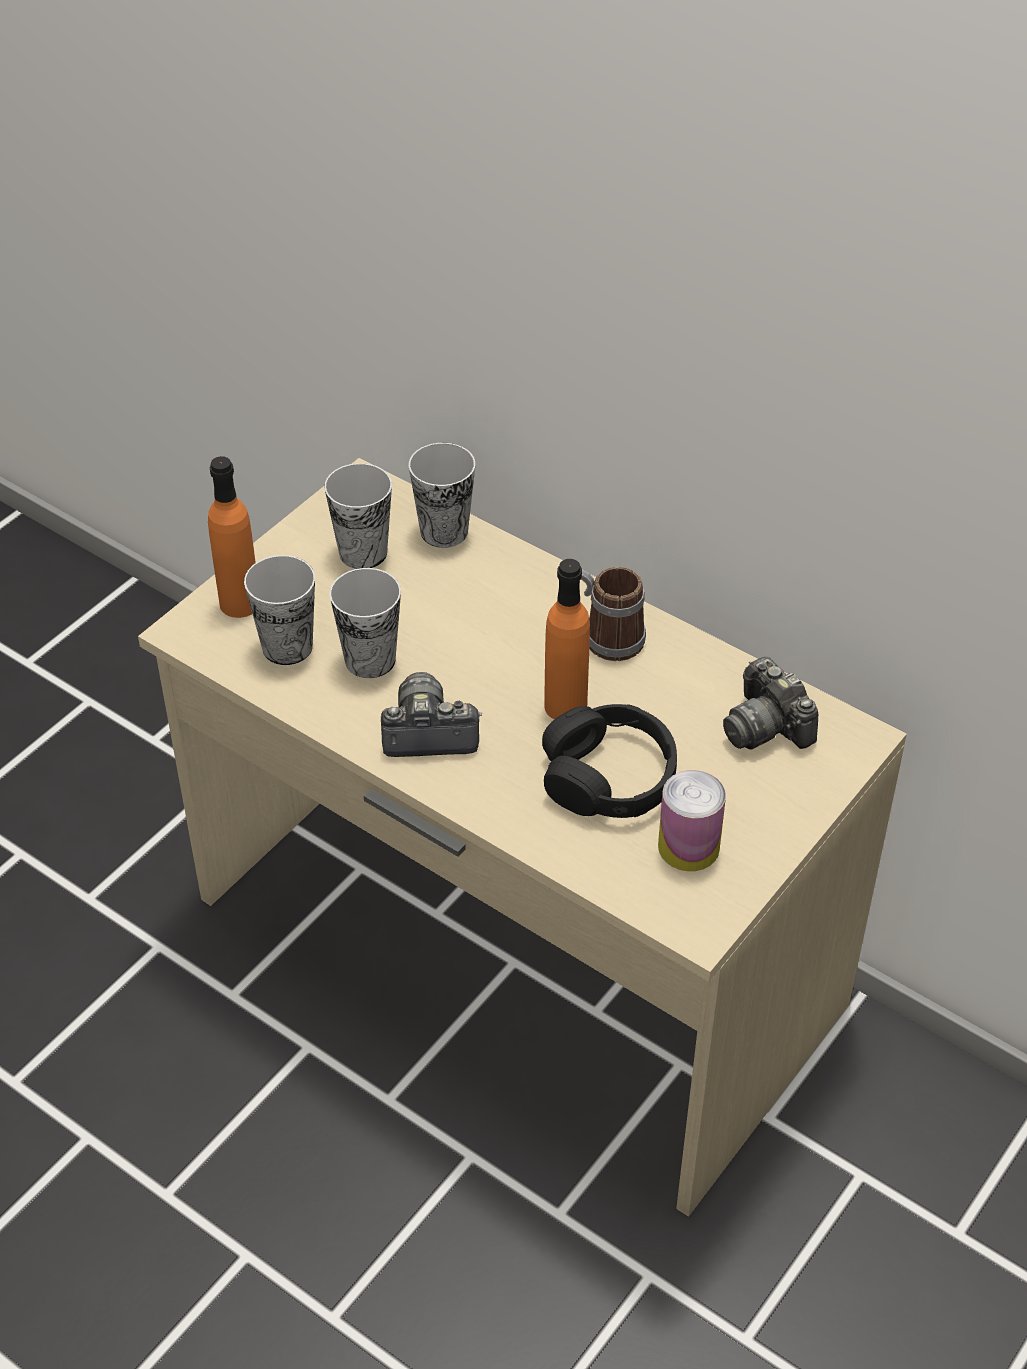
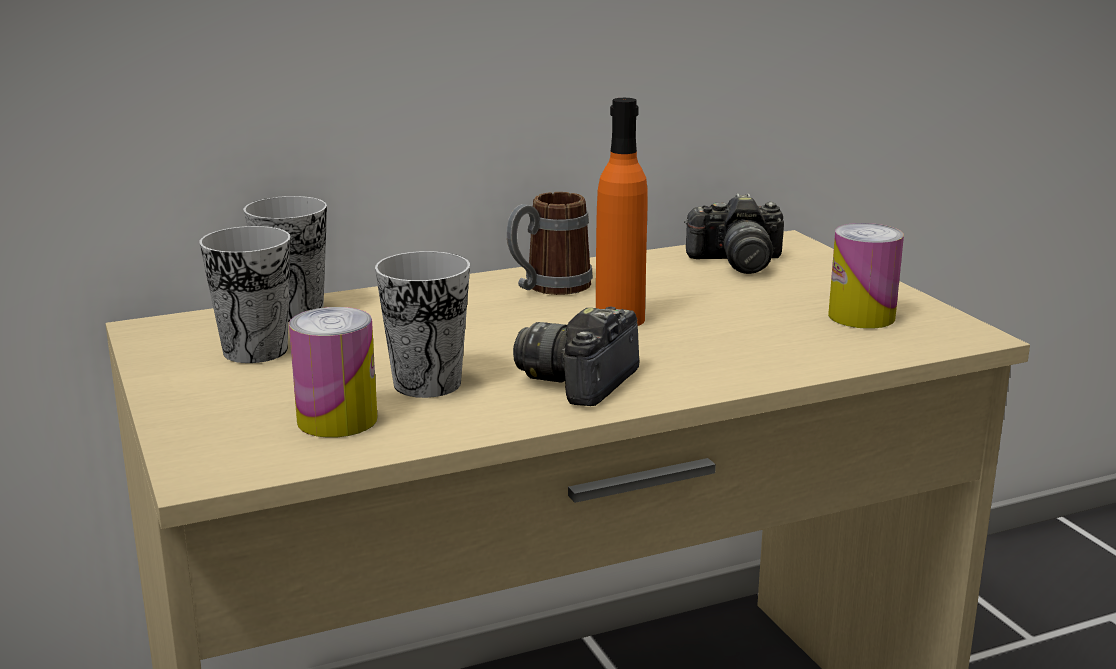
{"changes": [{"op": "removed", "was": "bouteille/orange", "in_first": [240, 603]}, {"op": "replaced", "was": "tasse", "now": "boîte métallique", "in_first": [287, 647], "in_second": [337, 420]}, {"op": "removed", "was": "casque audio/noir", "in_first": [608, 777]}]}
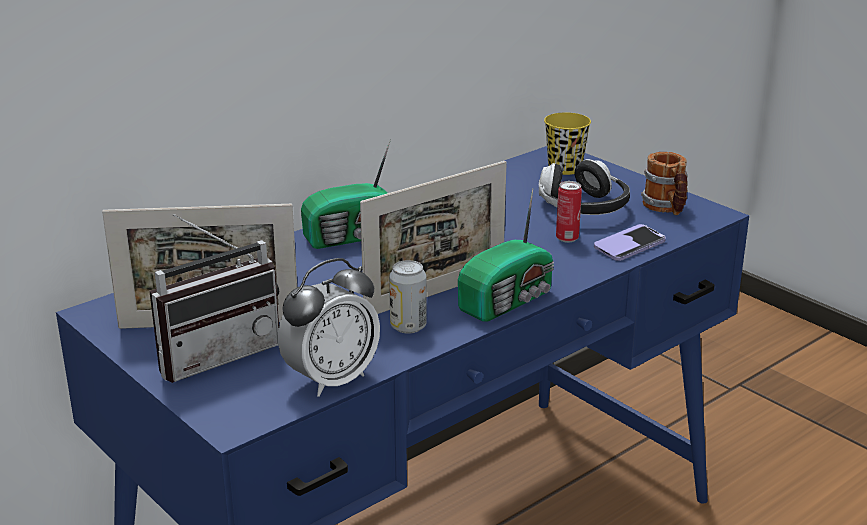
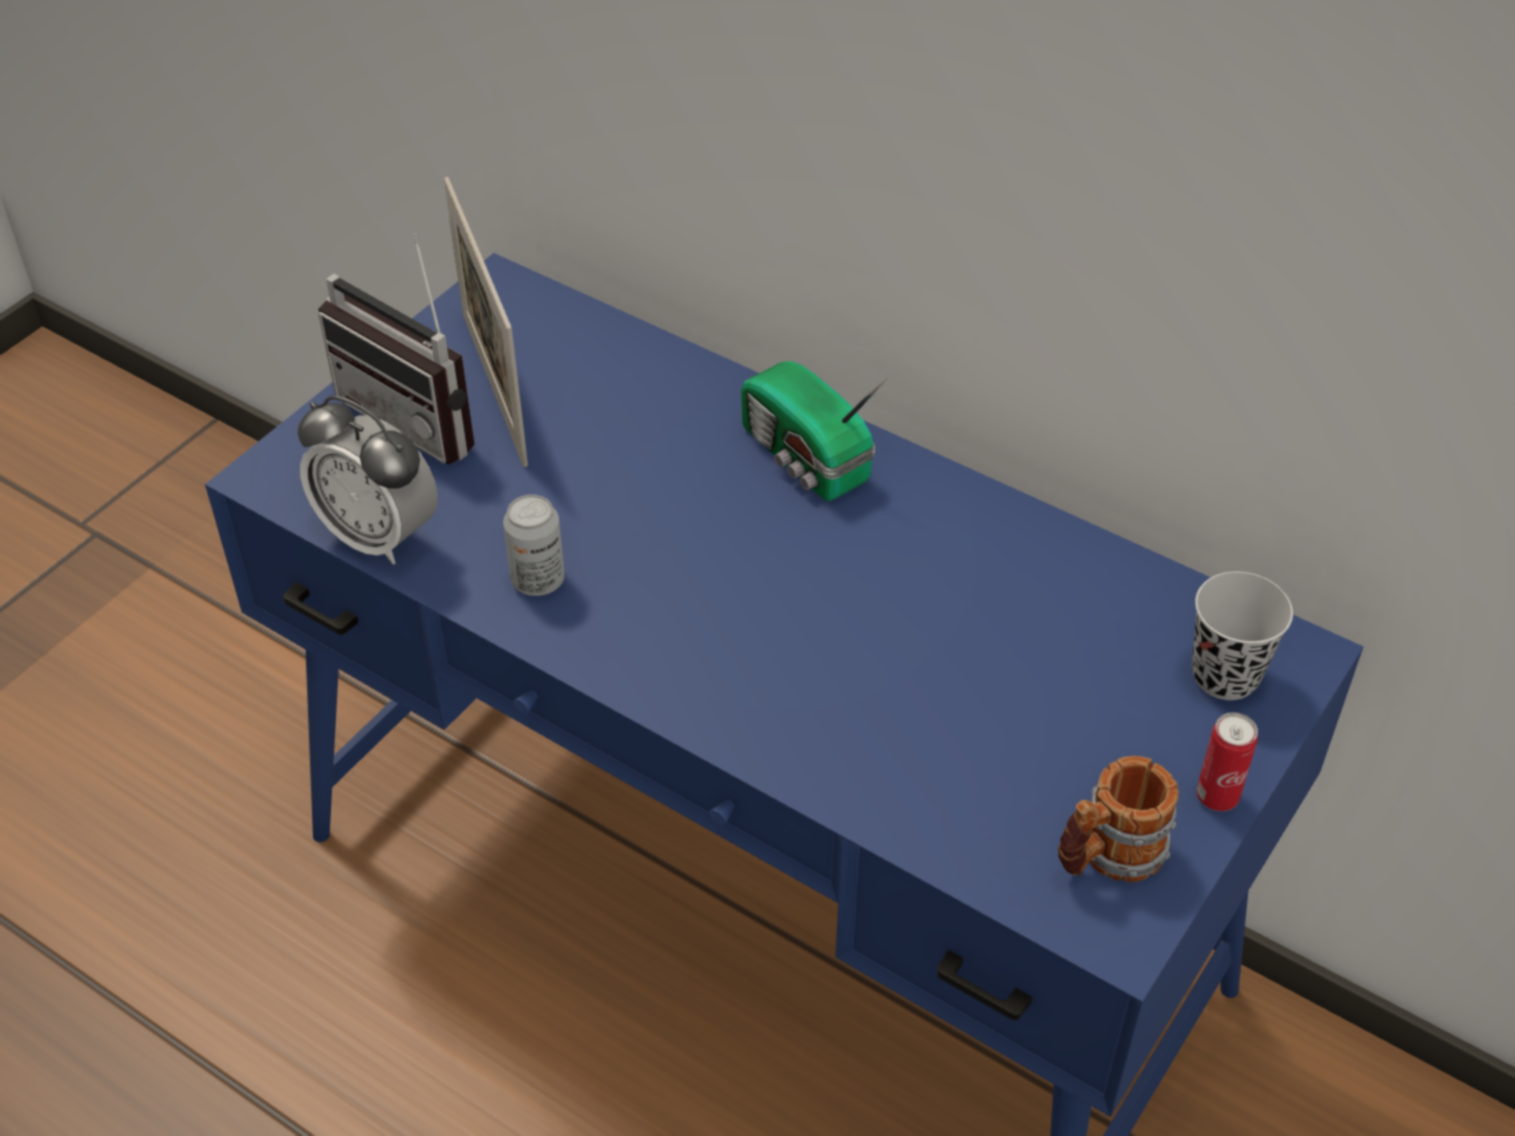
{"changes": [{"op": "removed", "was": "cadre photo", "in_first": [436, 293]}, {"op": "removed", "was": "radio", "in_first": [509, 301]}, {"op": "removed", "was": "casque audio", "in_first": [582, 208]}, {"op": "recoloured", "was": "tasse/jaune", "now": "tasse/noir", "in_first": [565, 168], "in_second": [1225, 675]}, {"op": "moved", "was": "boîte métallique", "in_first": [567, 238], "in_second": [1217, 797]}, {"op": "removed", "was": "téléphone", "in_first": [629, 245]}]}
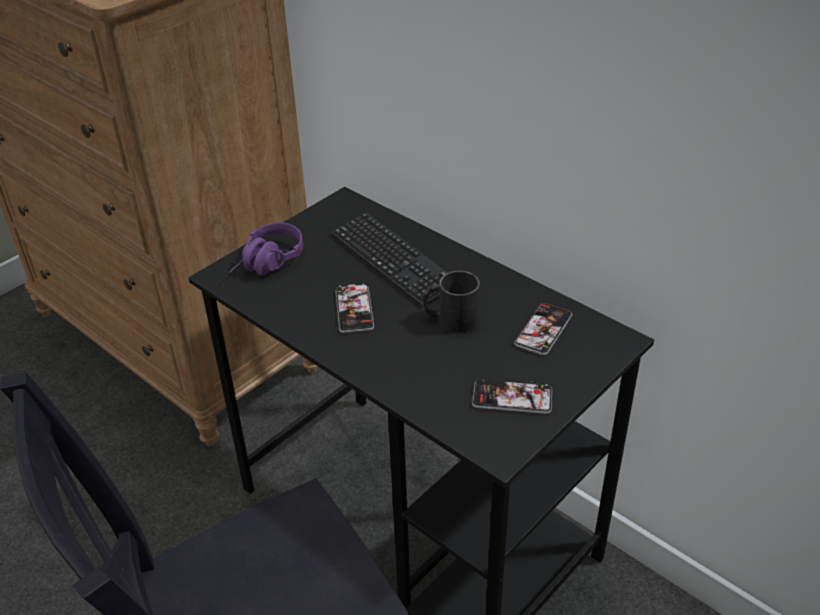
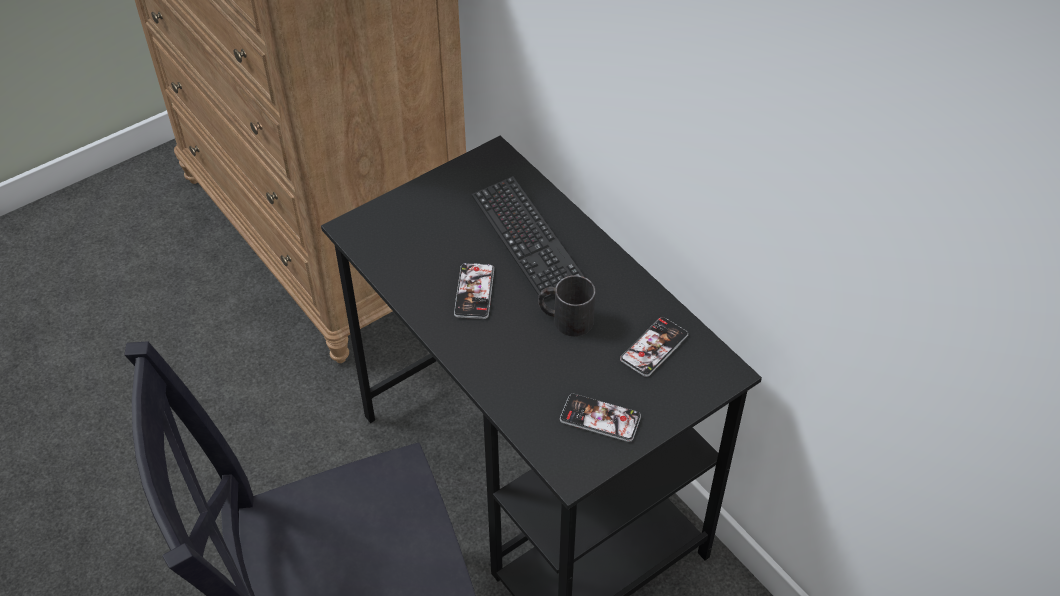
{"changes": [{"op": "removed", "was": "casque audio/violet", "in_first": [267, 264]}]}
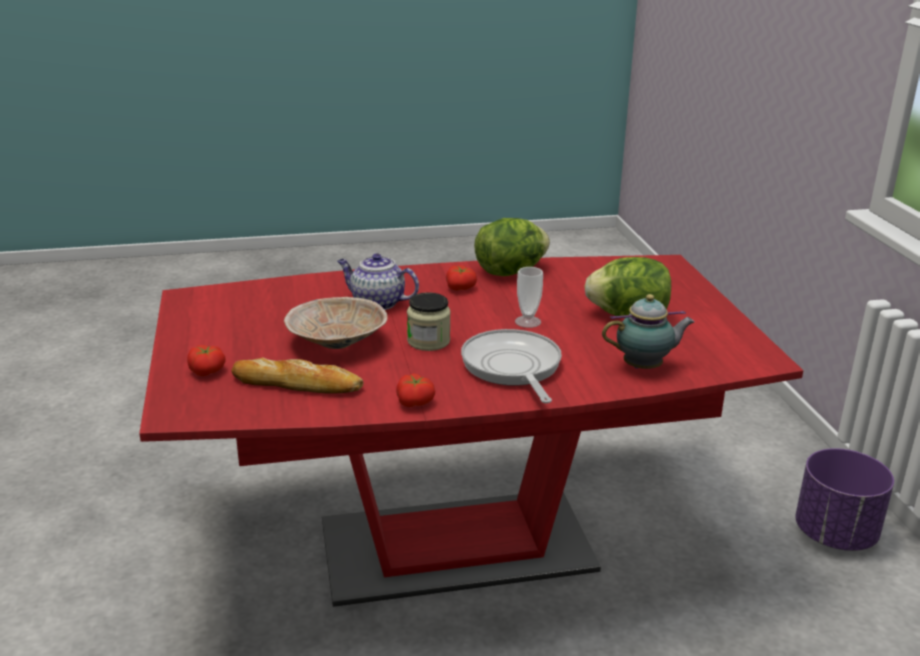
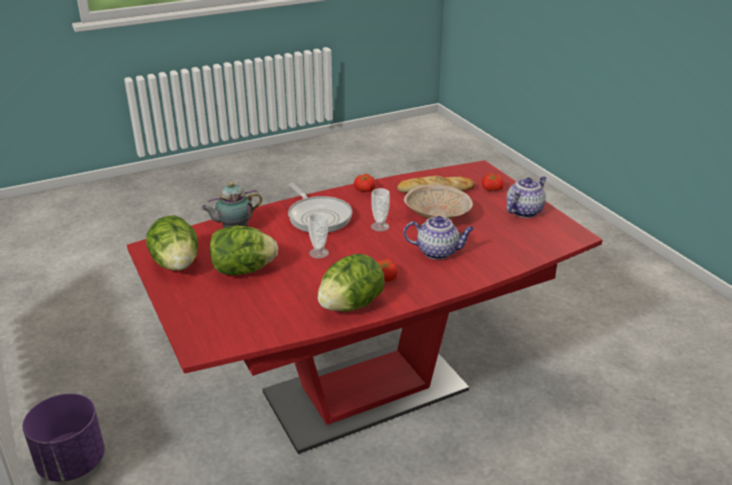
{"changes": [{"op": "replaced", "was": "bocal", "now": "tasse", "in_first": [428, 341], "in_second": [380, 226]}, {"op": "added", "now": "laitue", "in_second": [176, 264]}, {"op": "added", "now": "théière", "in_second": [524, 211]}]}
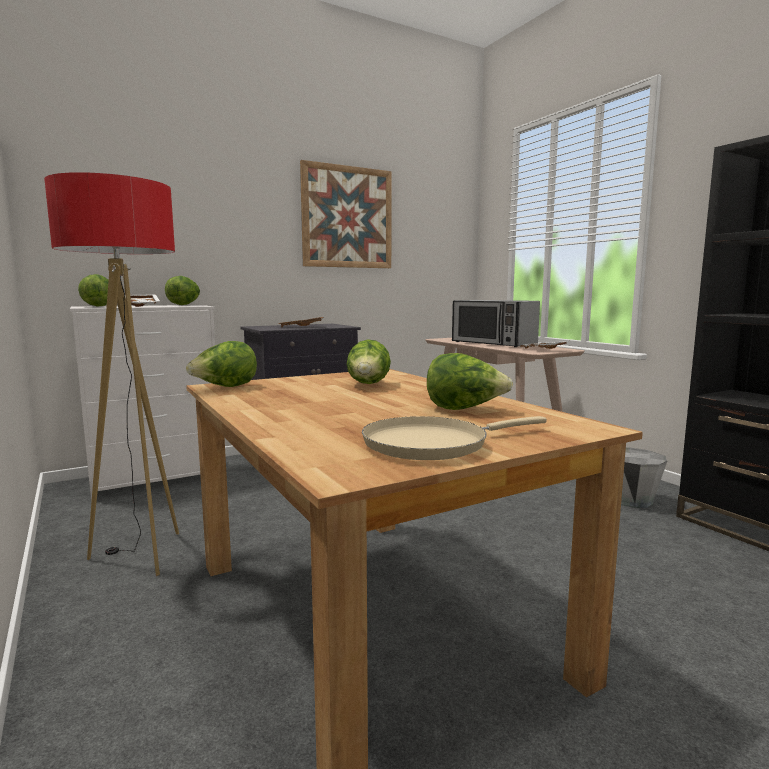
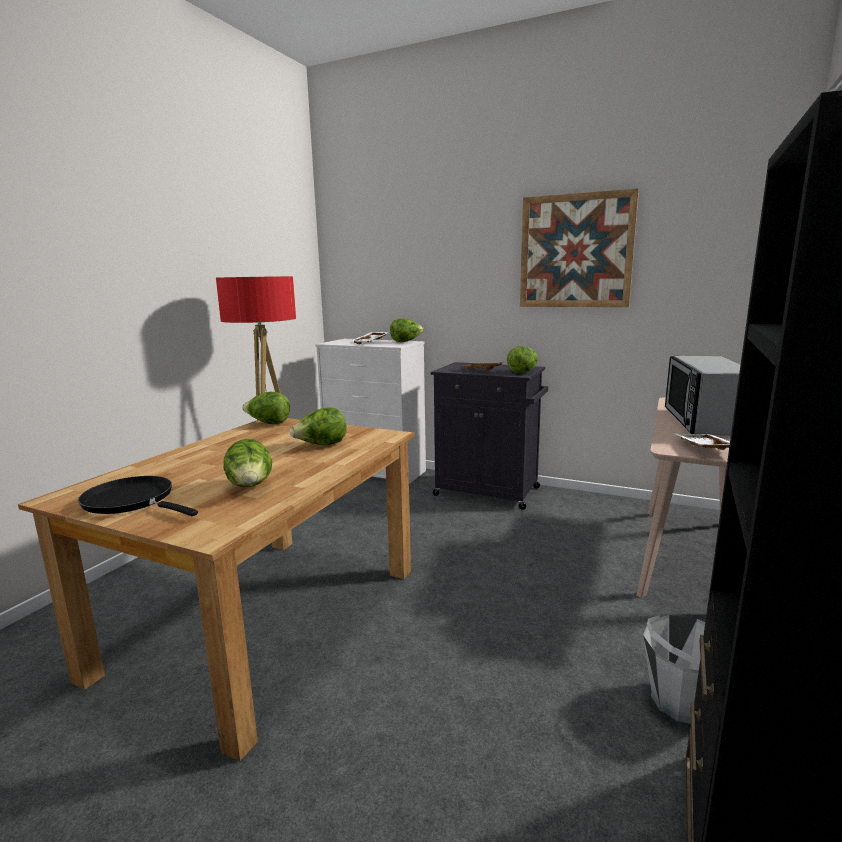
{"changes": [{"op": "moved", "was": "laitue", "in_first": [99, 306], "in_second": [523, 372]}, {"op": "recoloured", "was": "poêle/beige", "now": "poêle/noir", "in_first": [433, 444], "in_second": [133, 501]}]}
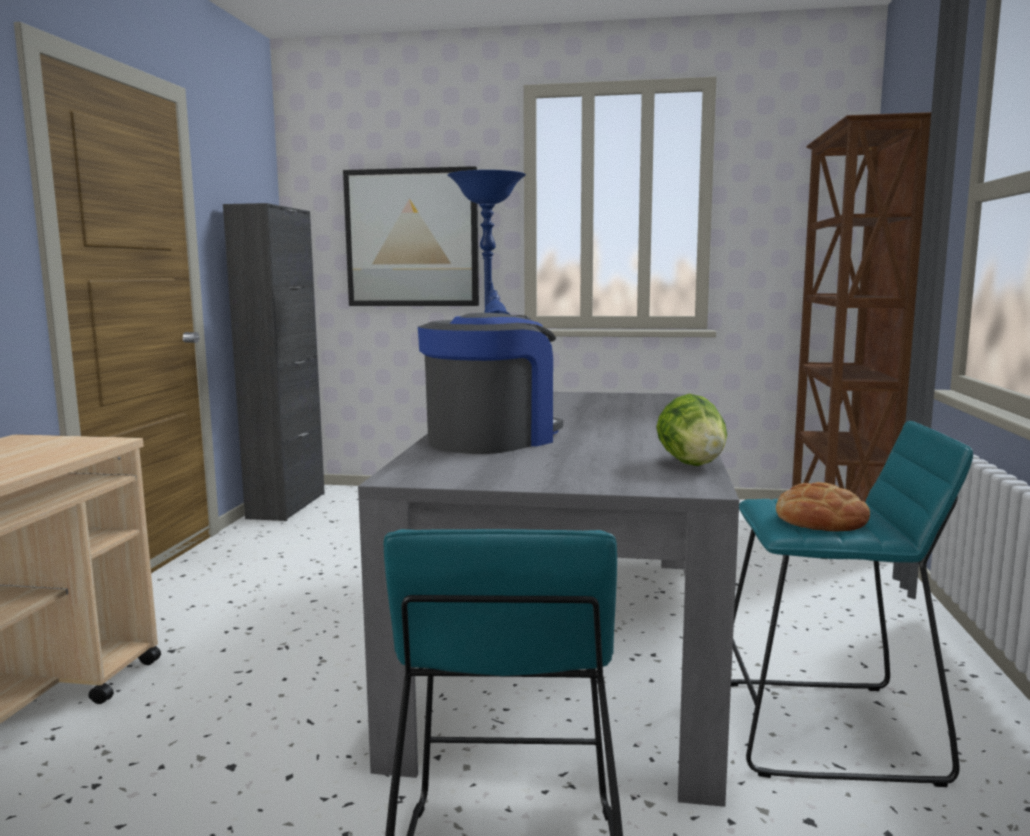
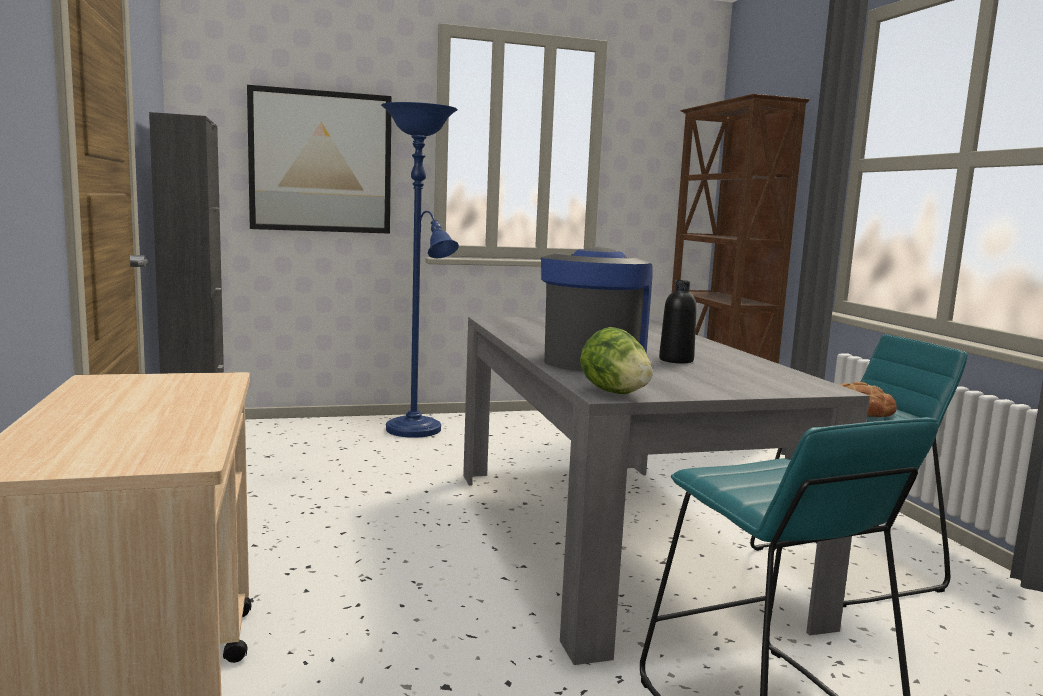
{"changes": [{"op": "moved", "was": "laitue", "in_first": [692, 464], "in_second": [614, 392]}, {"op": "added", "now": "bouteille/noir", "in_second": [676, 360]}]}
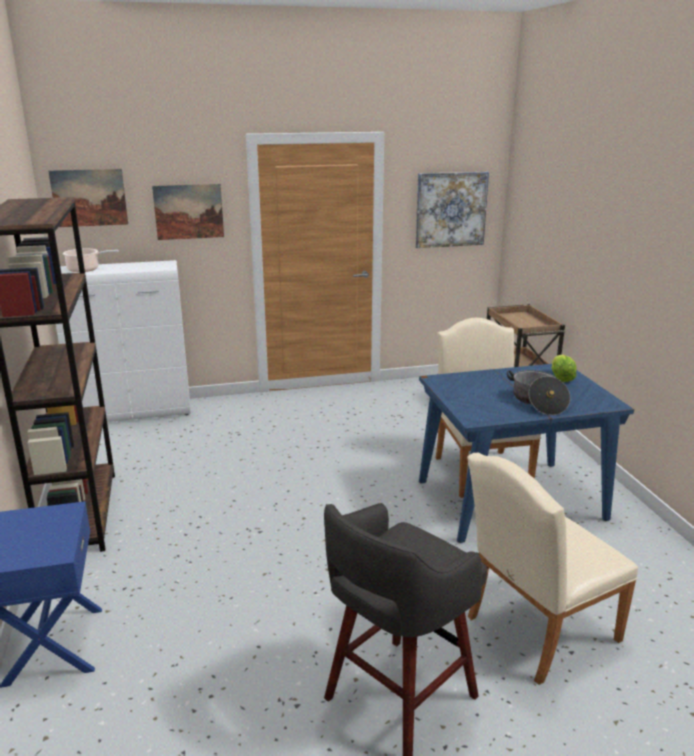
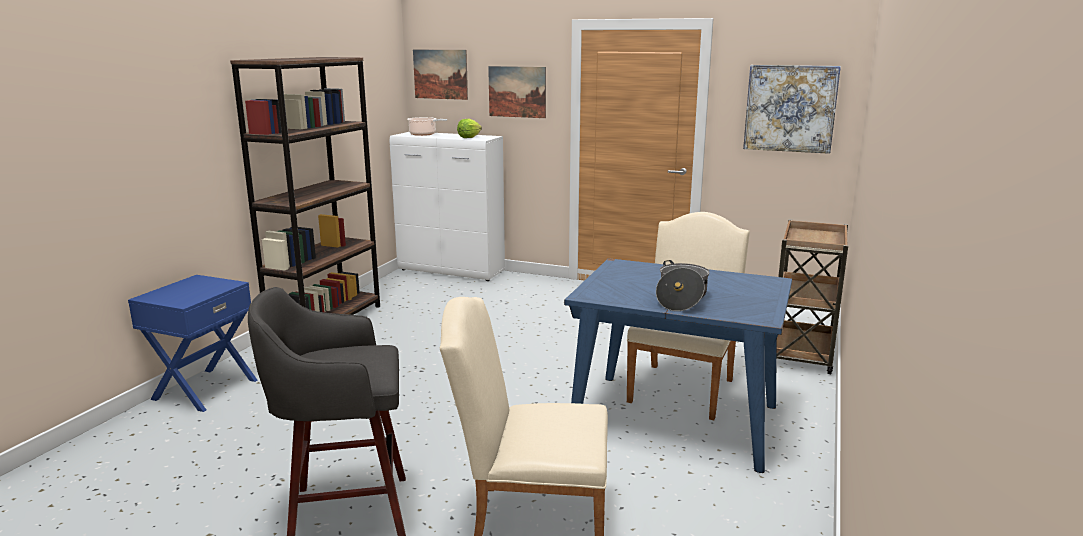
{"changes": [{"op": "moved", "was": "laitue", "in_first": [561, 378], "in_second": [469, 137]}]}
